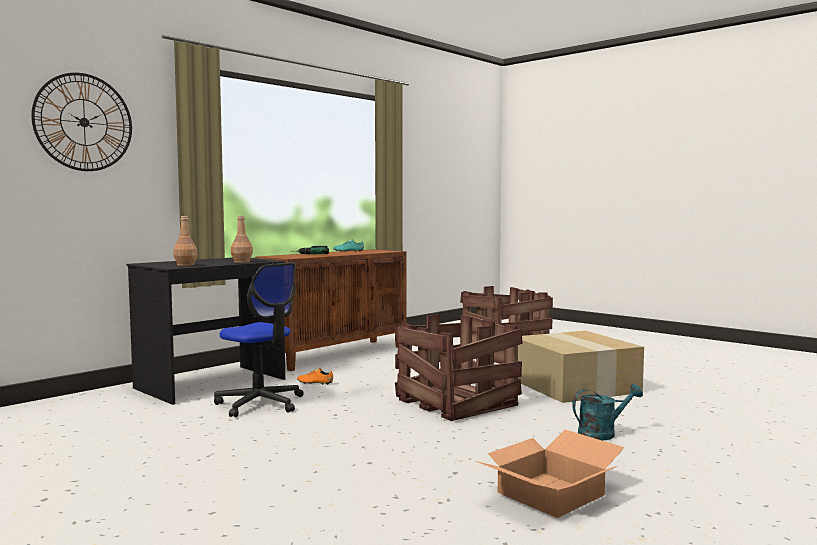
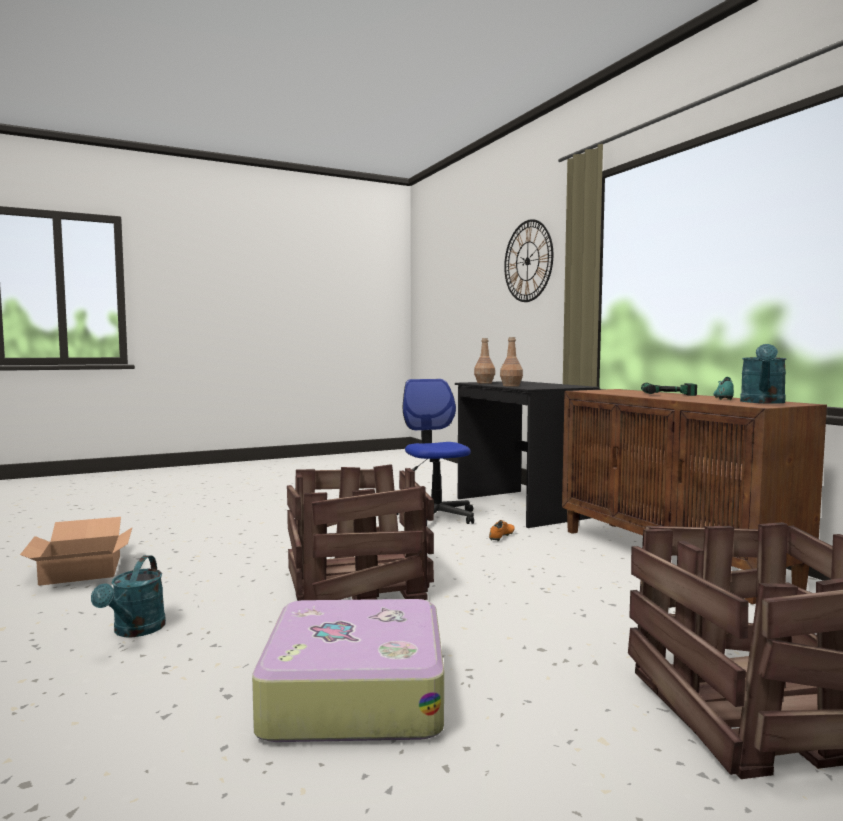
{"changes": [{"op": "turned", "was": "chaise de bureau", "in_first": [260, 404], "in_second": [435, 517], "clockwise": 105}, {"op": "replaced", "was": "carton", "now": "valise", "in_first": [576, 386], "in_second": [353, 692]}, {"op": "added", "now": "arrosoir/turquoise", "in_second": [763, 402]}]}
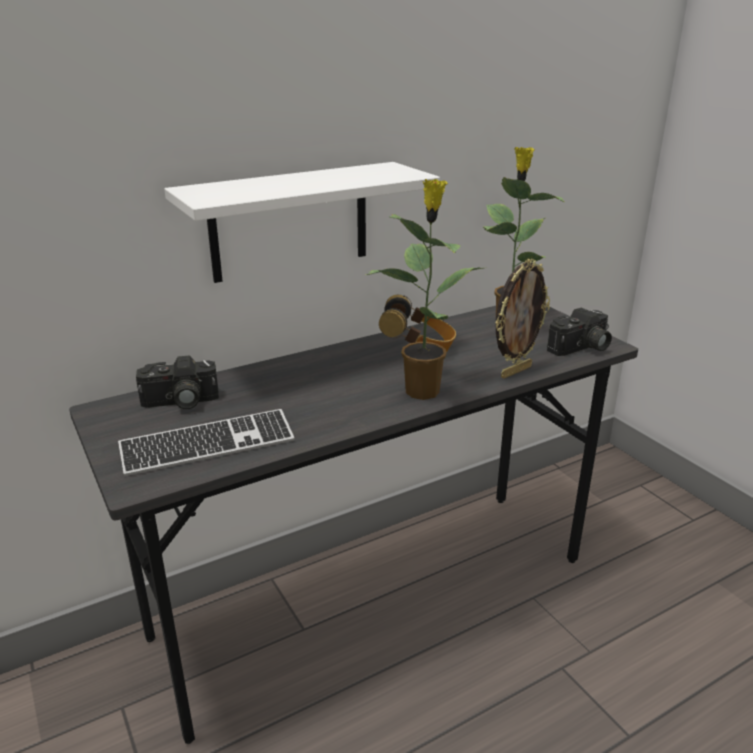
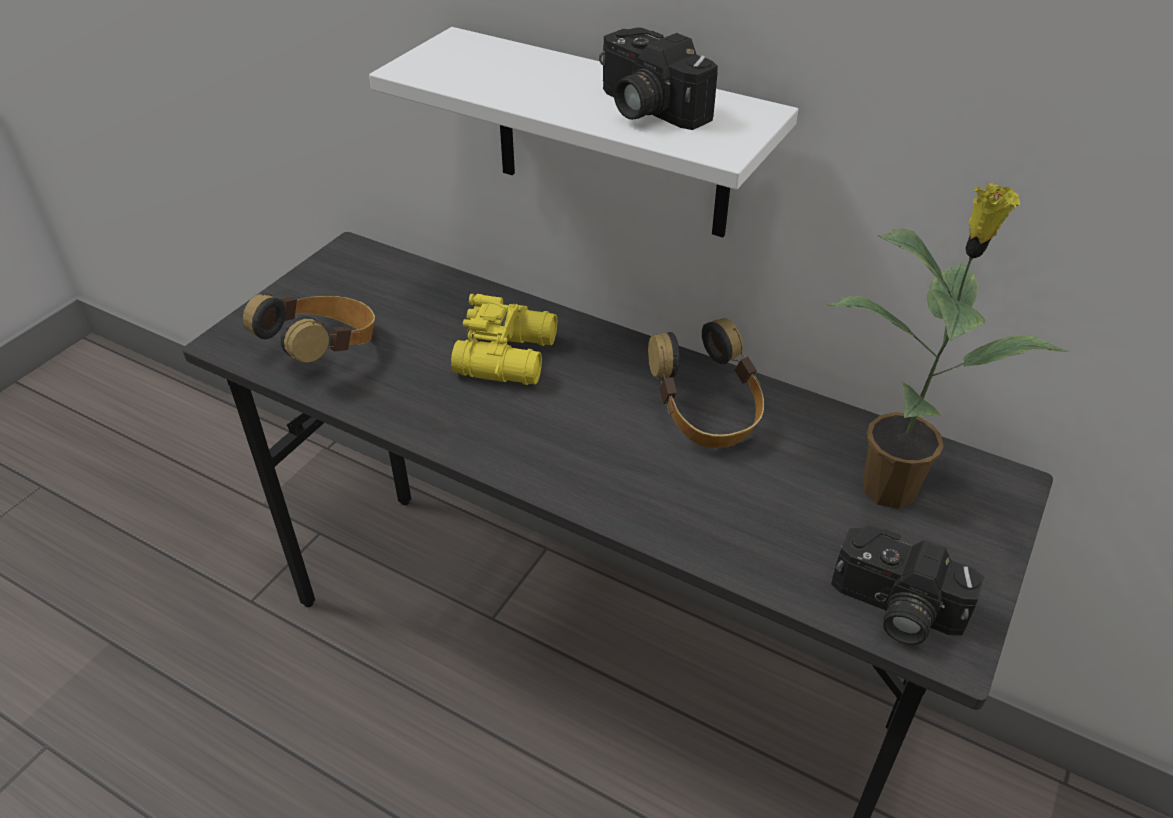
{"changes": [{"op": "replaced", "was": "clavier", "now": "casque audio", "in_first": [208, 445], "in_second": [324, 351]}, {"op": "moved", "was": "appareil photo", "in_first": [180, 402], "in_second": [645, 108]}, {"op": "removed", "was": "plante en pot", "in_first": [423, 390]}, {"op": "removed", "was": "cadre photo", "in_first": [515, 371]}, {"op": "added", "now": "jumelles/jaune", "in_second": [510, 355]}]}
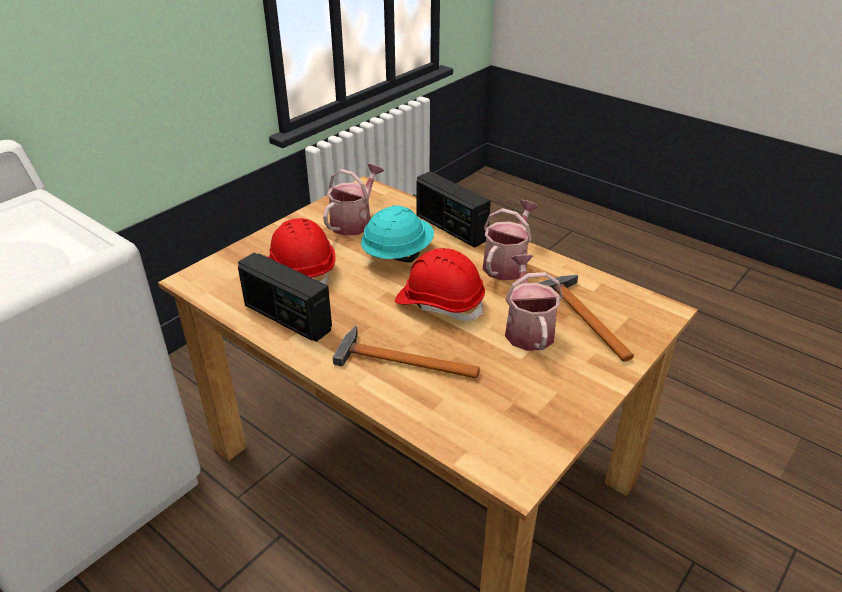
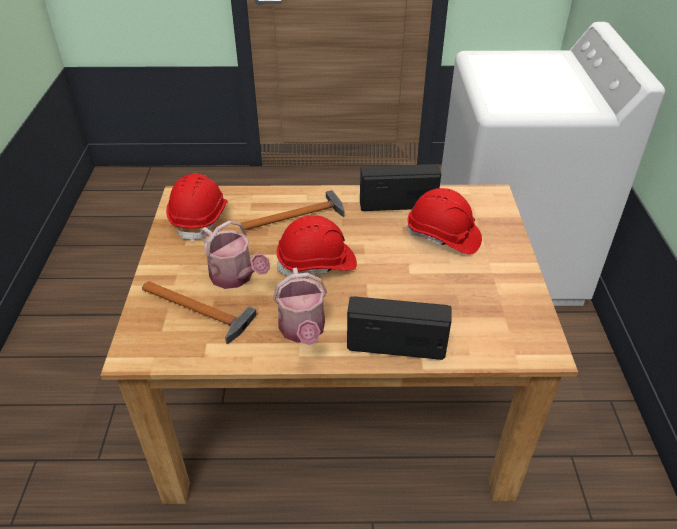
{"changes": [{"op": "removed", "was": "arrosoir", "in_first": [354, 222]}, {"op": "removed", "was": "casque de chantier/turquoise", "in_first": [397, 255]}, {"op": "added", "now": "casque de chantier/rouge", "in_second": [200, 218]}]}
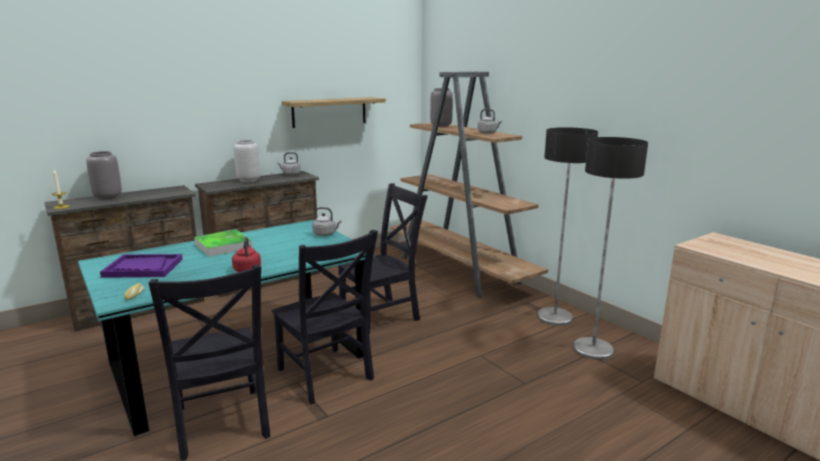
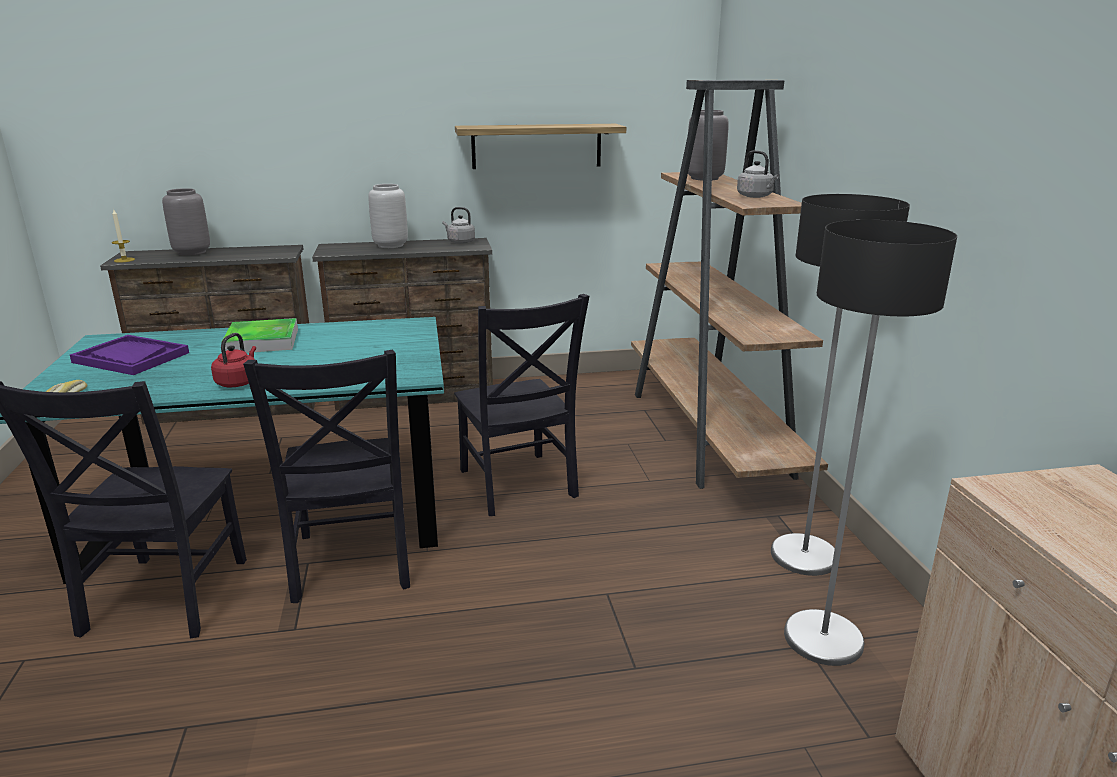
{"changes": [{"op": "removed", "was": "bouilloire/gris", "in_first": [326, 234]}, {"op": "turned", "was": "chaise/noir", "in_first": [382, 315], "in_second": [518, 486], "clockwise": 75}]}
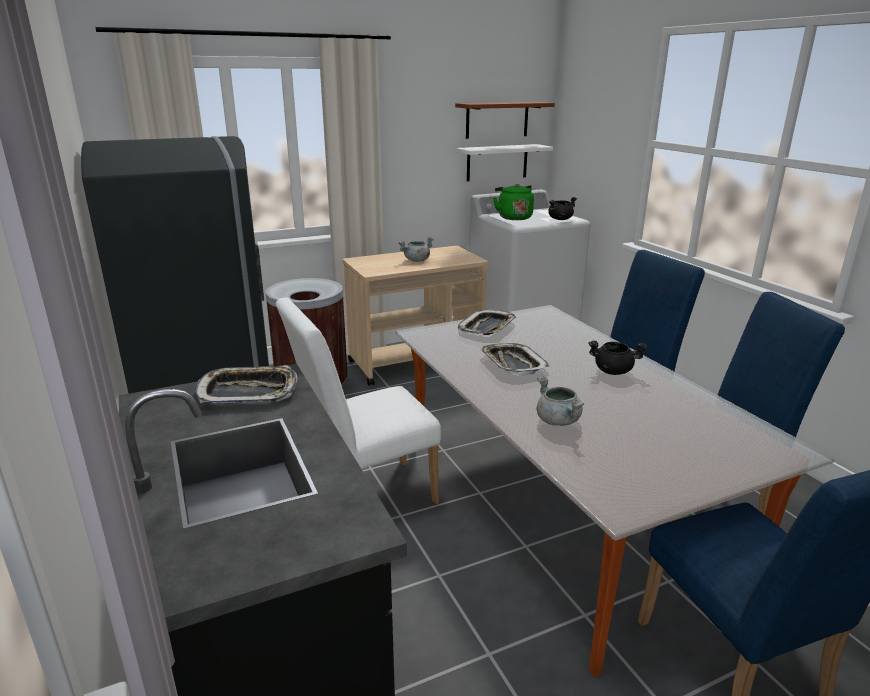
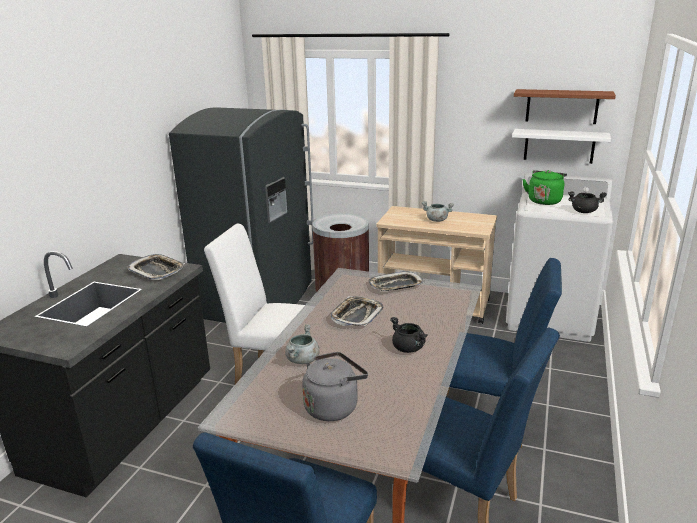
{"changes": [{"op": "added", "now": "bouilloire/gris", "in_second": [333, 406]}]}
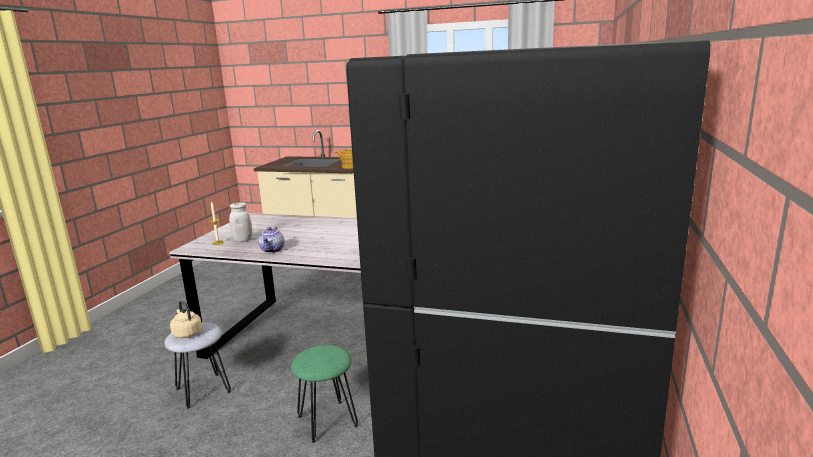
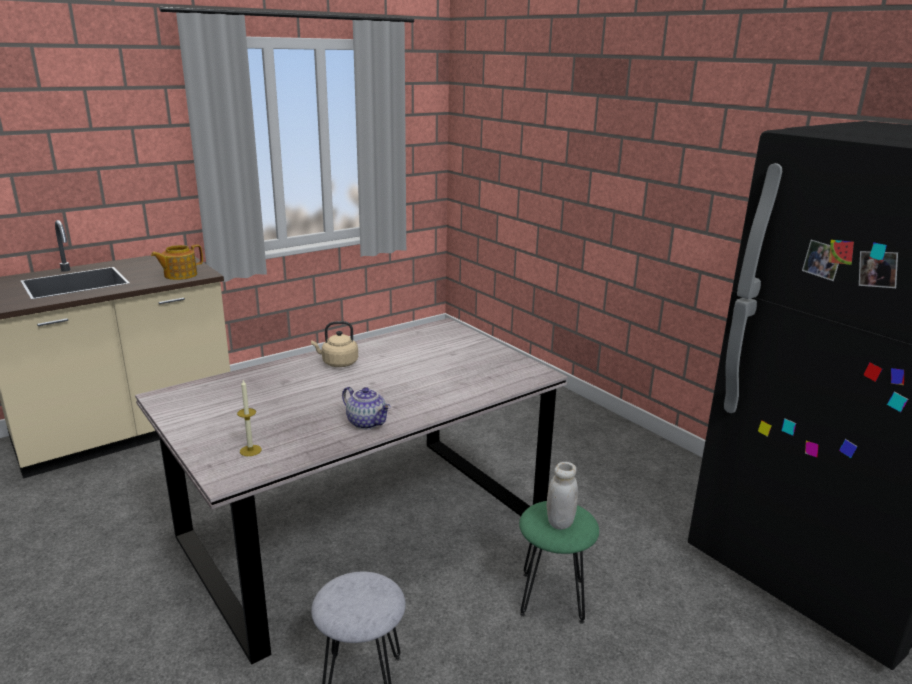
{"changes": [{"op": "moved", "was": "bouilloire/beige", "in_first": [187, 333], "in_second": [338, 363]}, {"op": "moved", "was": "bocal/blanc", "in_first": [243, 240], "in_second": [560, 522]}]}
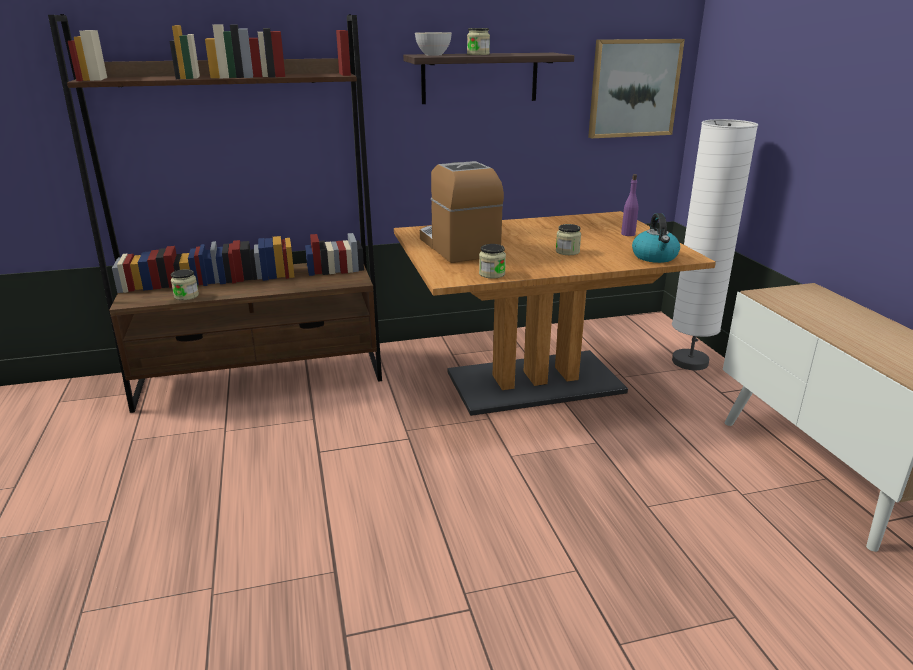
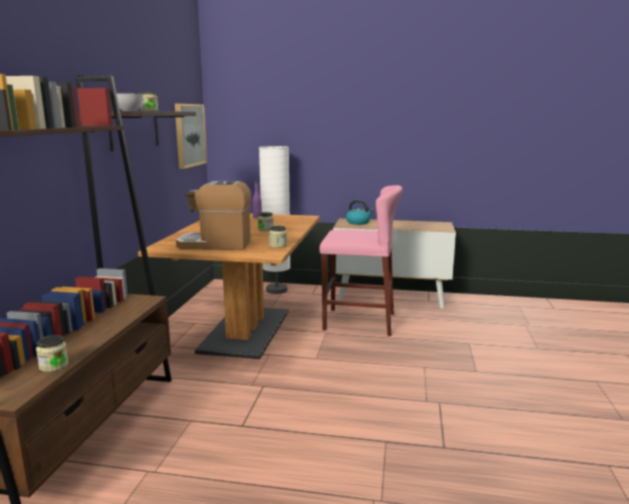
{"changes": [{"op": "moved", "was": "bouilloire", "in_first": [655, 257], "in_second": [358, 222]}, {"op": "added", "now": "tabouret/rose", "in_second": [359, 321]}]}
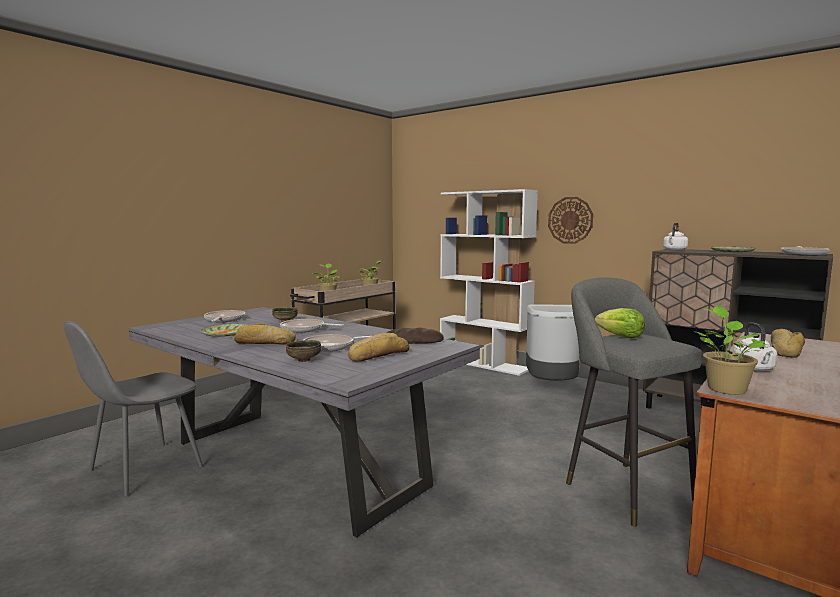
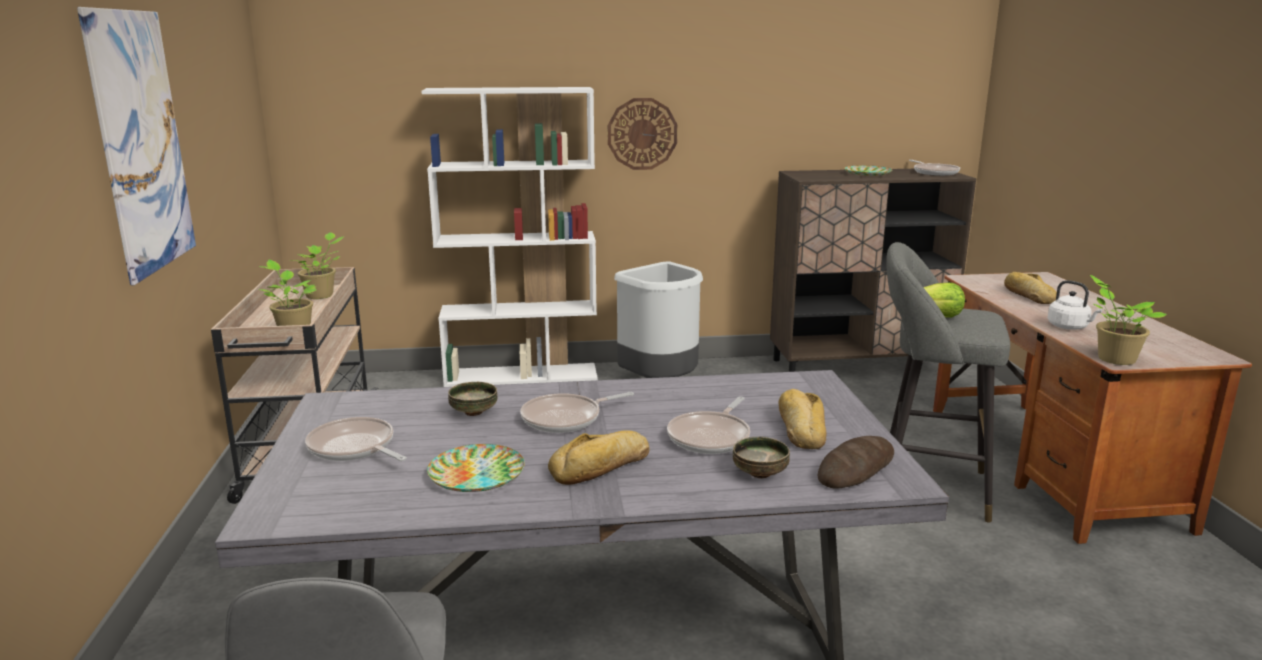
{"changes": [{"op": "moved", "was": "pain", "in_first": [413, 341], "in_second": [856, 469]}, {"op": "removed", "was": "bouilloire/blanc", "in_first": [674, 250]}, {"op": "added", "now": "tableau", "in_second": [142, 142]}]}
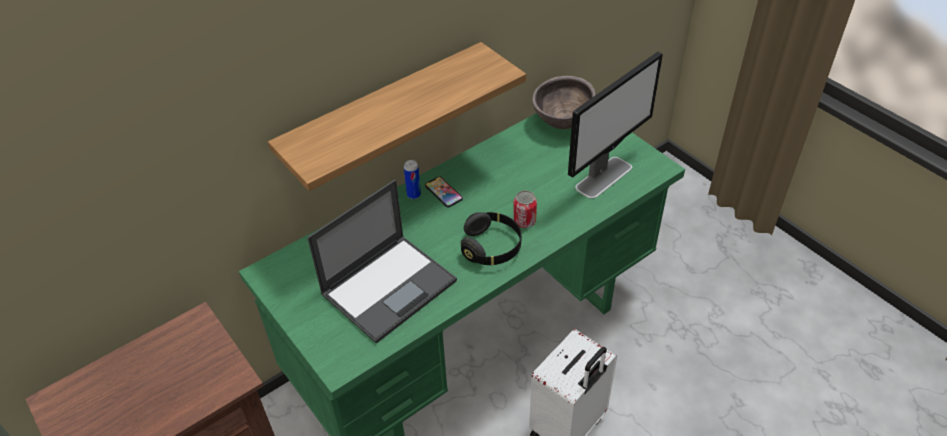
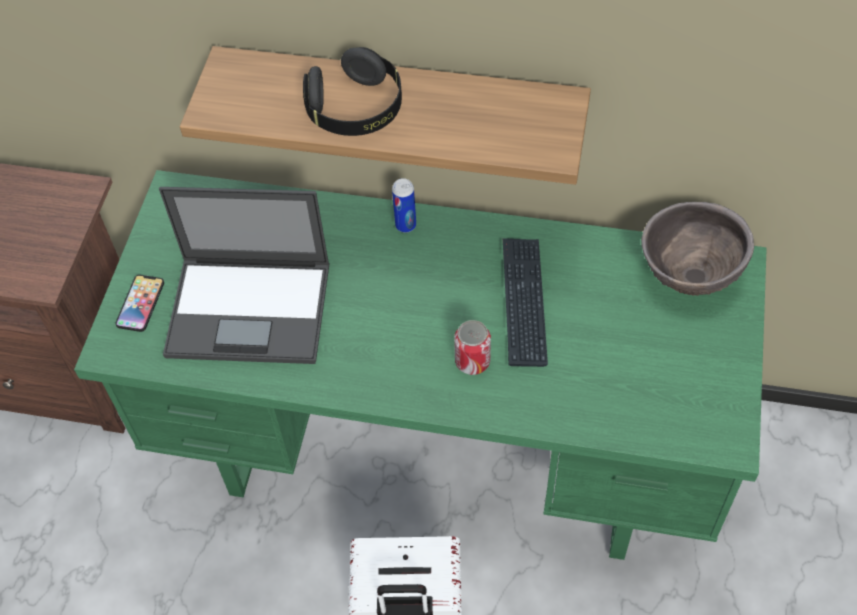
{"changes": [{"op": "moved", "was": "téléphone", "in_first": [443, 192], "in_second": [140, 304]}, {"op": "moved", "was": "casque audio/noir", "in_first": [491, 247], "in_second": [355, 110]}, {"op": "removed", "was": "écran d'ordinateur", "in_first": [604, 177]}, {"op": "added", "now": "clavier", "in_second": [524, 302]}]}
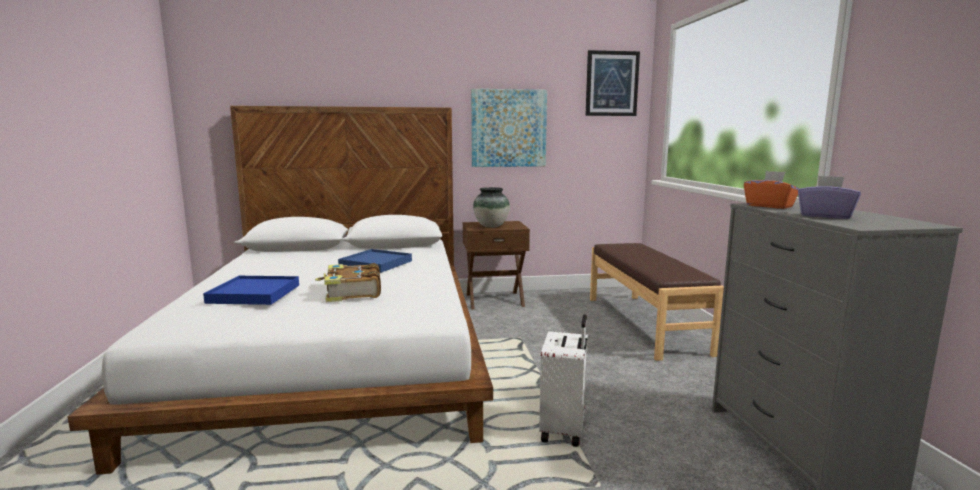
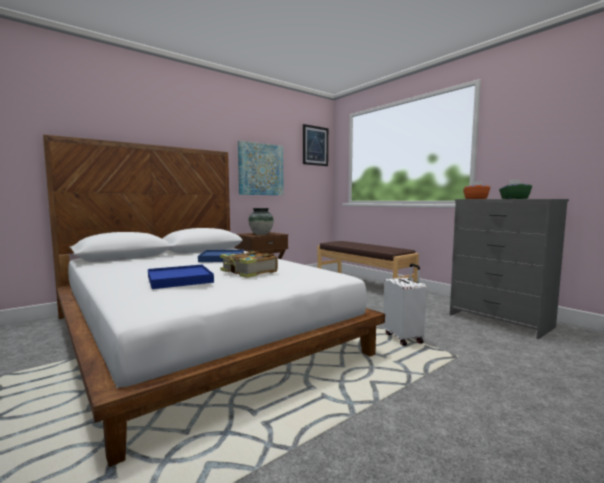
{"changes": [{"op": "recoloured", "was": "boîte à mouchoirs/violet", "now": "boîte à mouchoirs/vert", "in_first": [825, 216], "in_second": [514, 198]}]}
